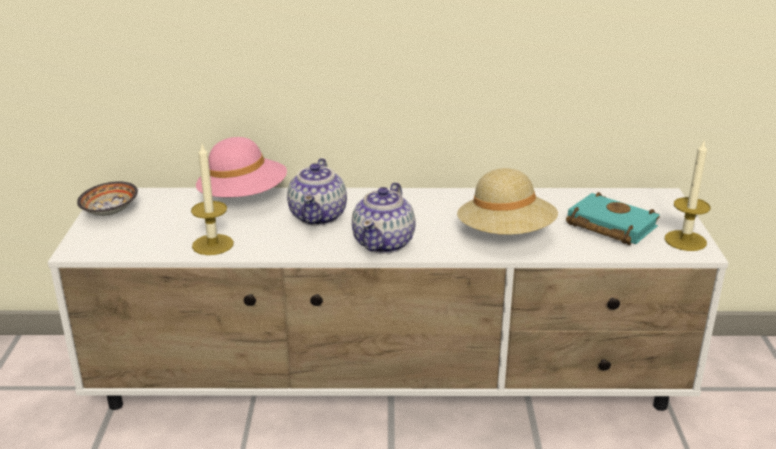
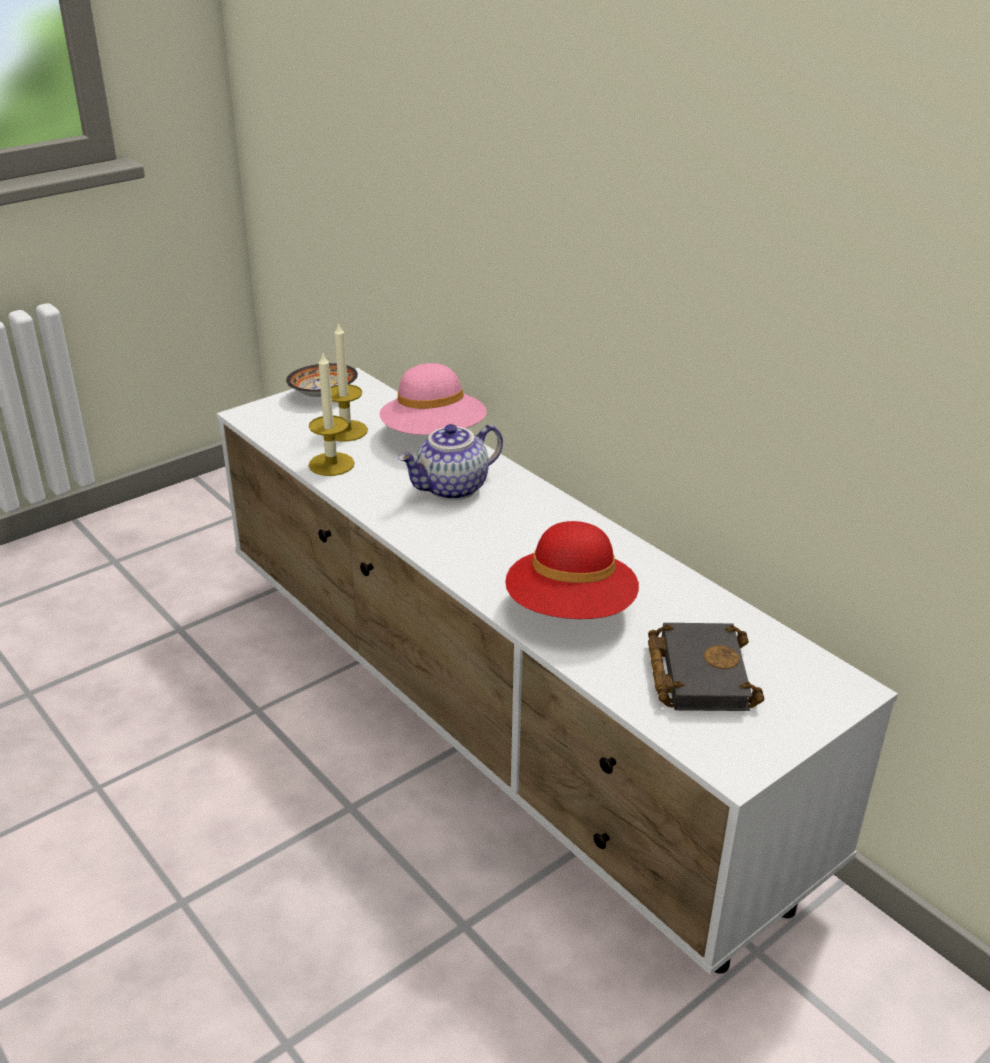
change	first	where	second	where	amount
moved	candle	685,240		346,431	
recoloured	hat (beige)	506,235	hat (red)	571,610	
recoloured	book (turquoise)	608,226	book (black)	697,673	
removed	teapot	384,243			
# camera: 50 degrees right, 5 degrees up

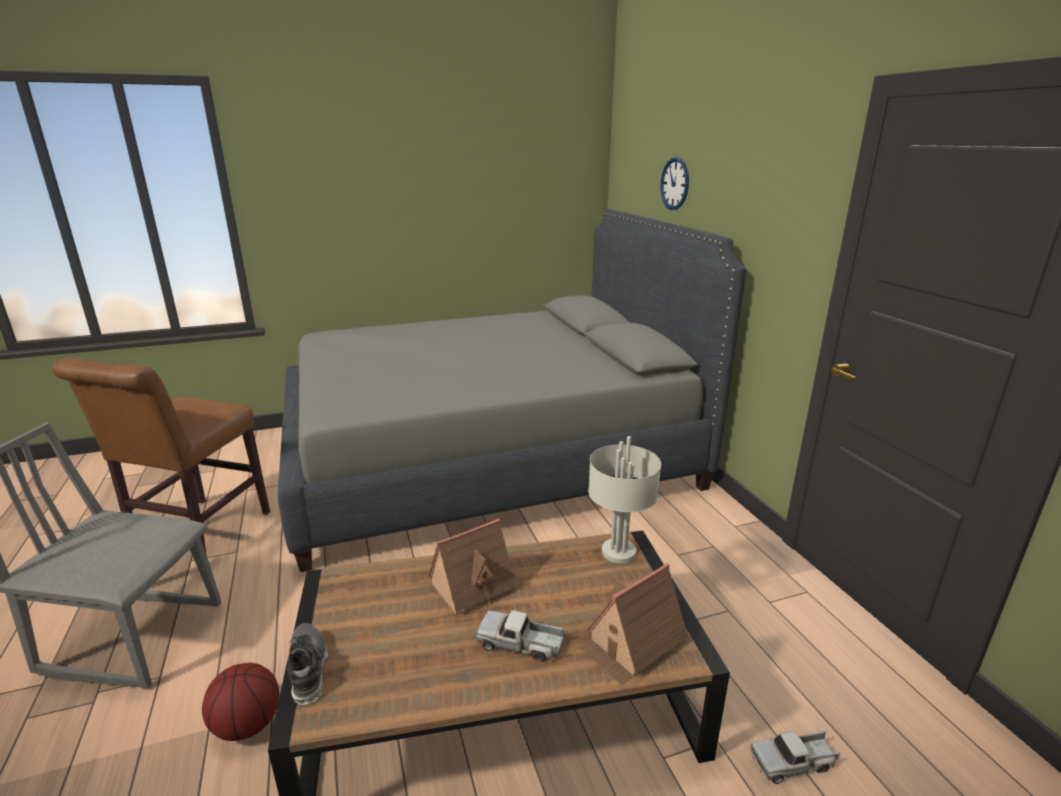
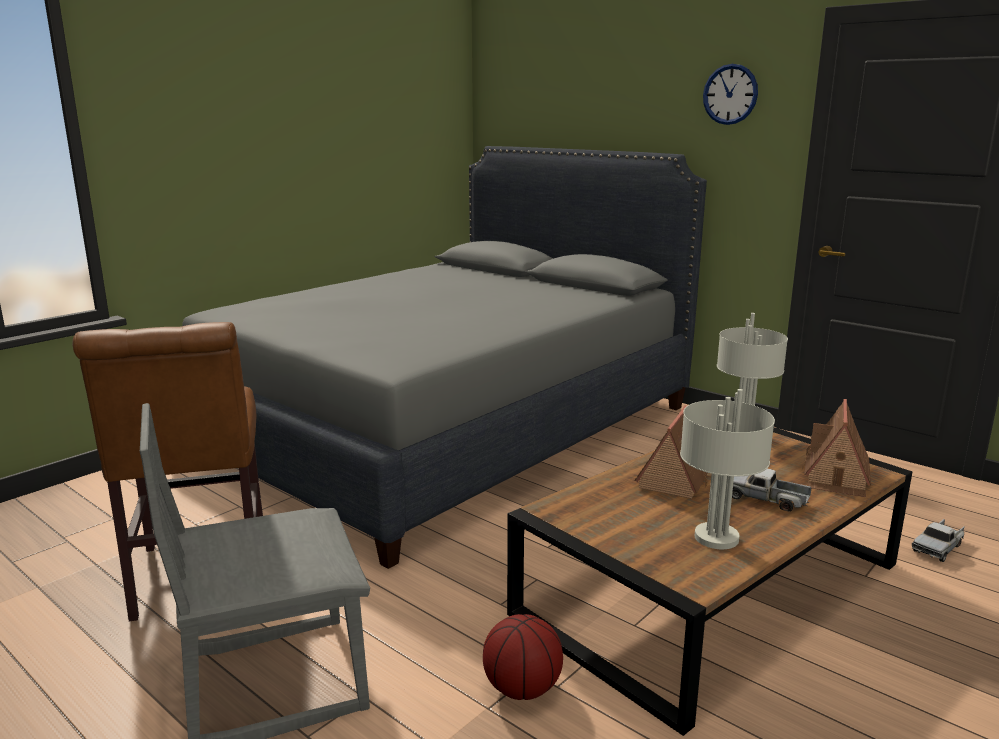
change	first	where	second	where	amount
added			table lamp (grey)	715,538	
moved	wall clock	675,184		730,94	
turned	toy truck	520,643		766,499	45 degrees clockwise
removed	shoe	307,668			
# camera: 30 degrees left, 5 degrees down

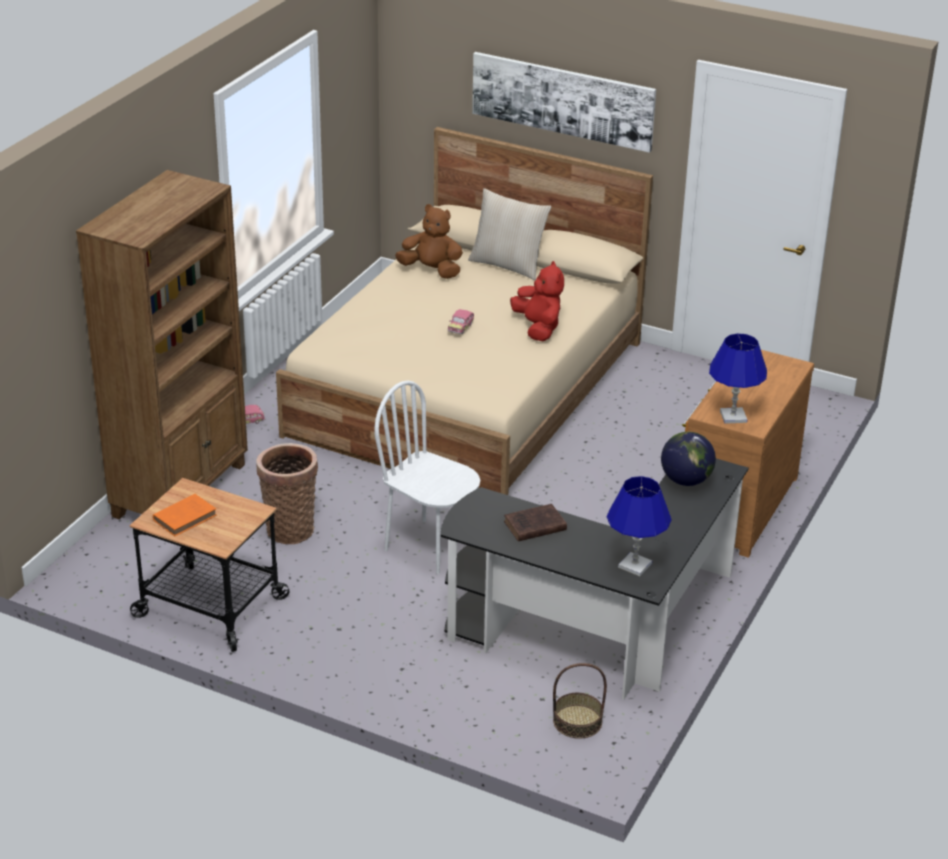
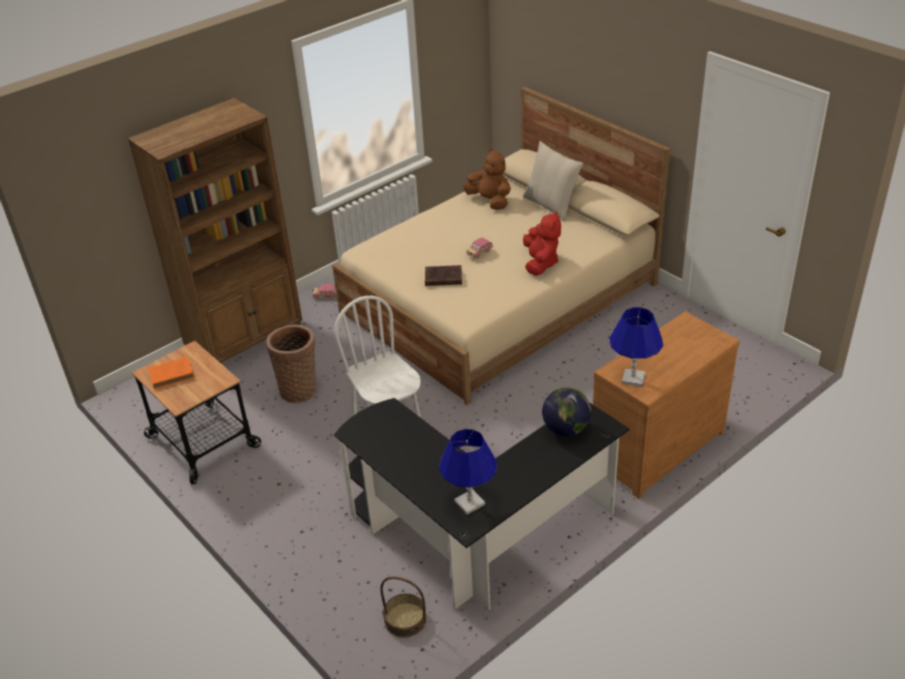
change	first	where	second	where	amount
moved	book (brown)	533,526		442,278	
removed	picture	562,100			
# camera: 25 degrees right, 5 degrees up

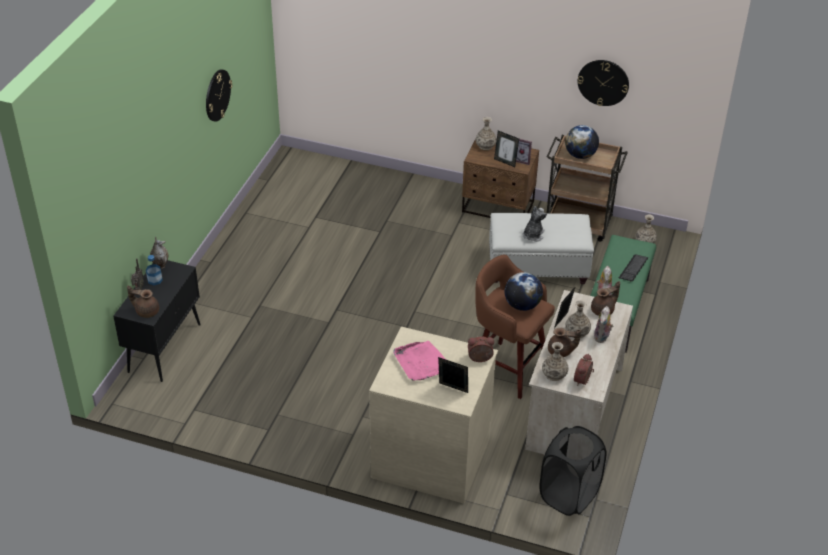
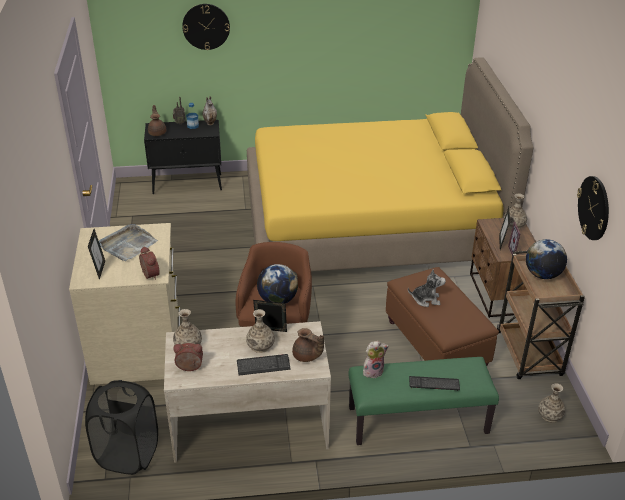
change	first	where	second	where	amount
recoloured	tray (pink)	422,363	tray (grey)	127,245	
moved	wall clock	217,95		206,26	
replaced	plush toy	602,337	keyboard	263,365	
added			bed (yellow)	371,225	
recoloured	ottoman (white)	537,267	ottoman (brown)	435,344	
removed	teapot (brown)	561,352			
# camera: 65 degrees right, 5 degrees down

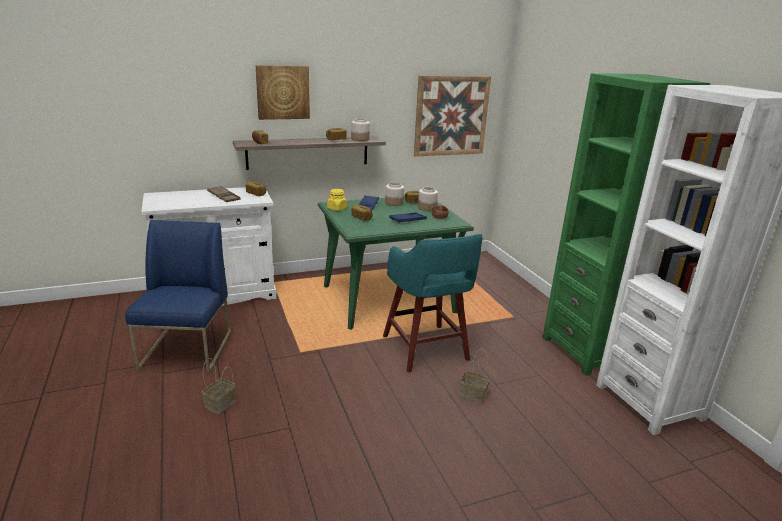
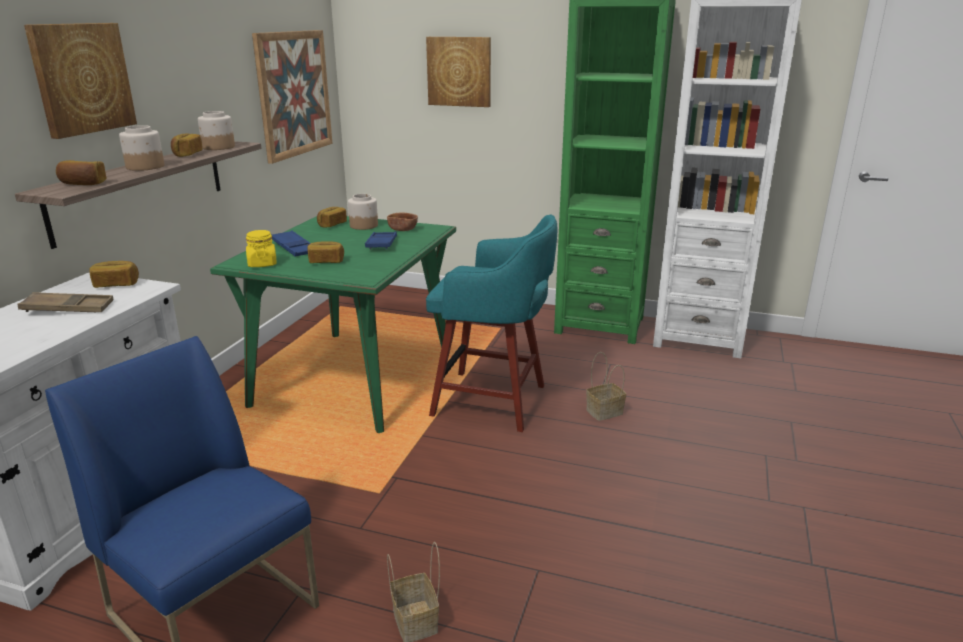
change	first	where	second	where	amount
moved	jar	393,203		144,167	
added			picture	459,71	
# camera: 50 degrees left, 0 degrees up

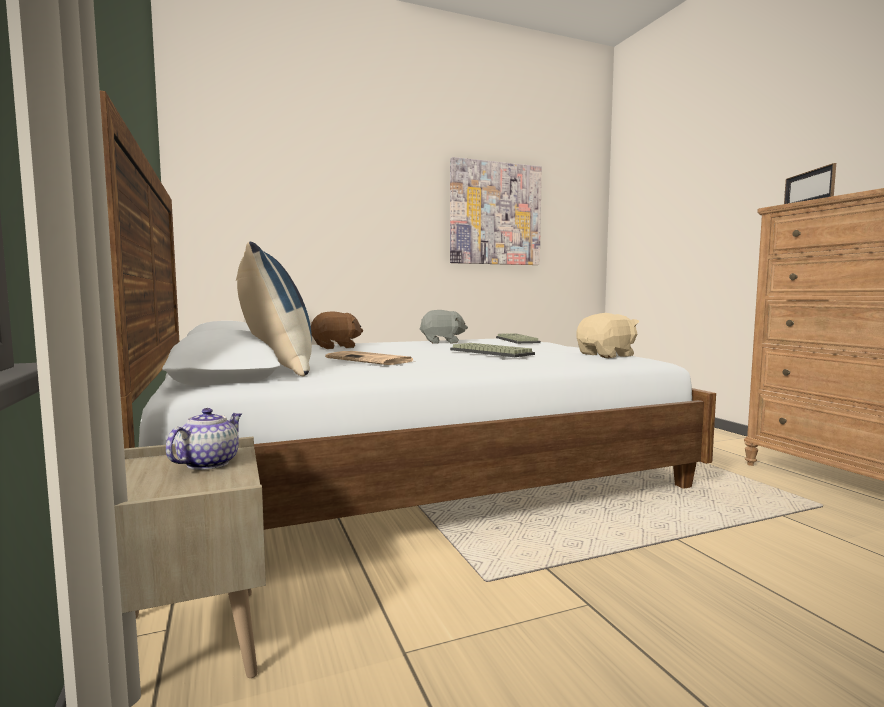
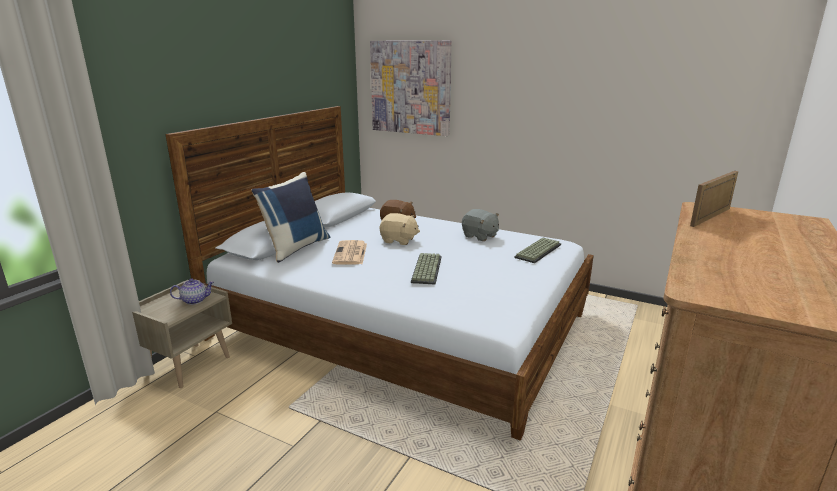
change	first	where	second	where	amount
moved	picture	495,214		410,87	
moved	plush toy (beige)	607,355		399,240	
# camera: 50 degrees right, 15 degrees up

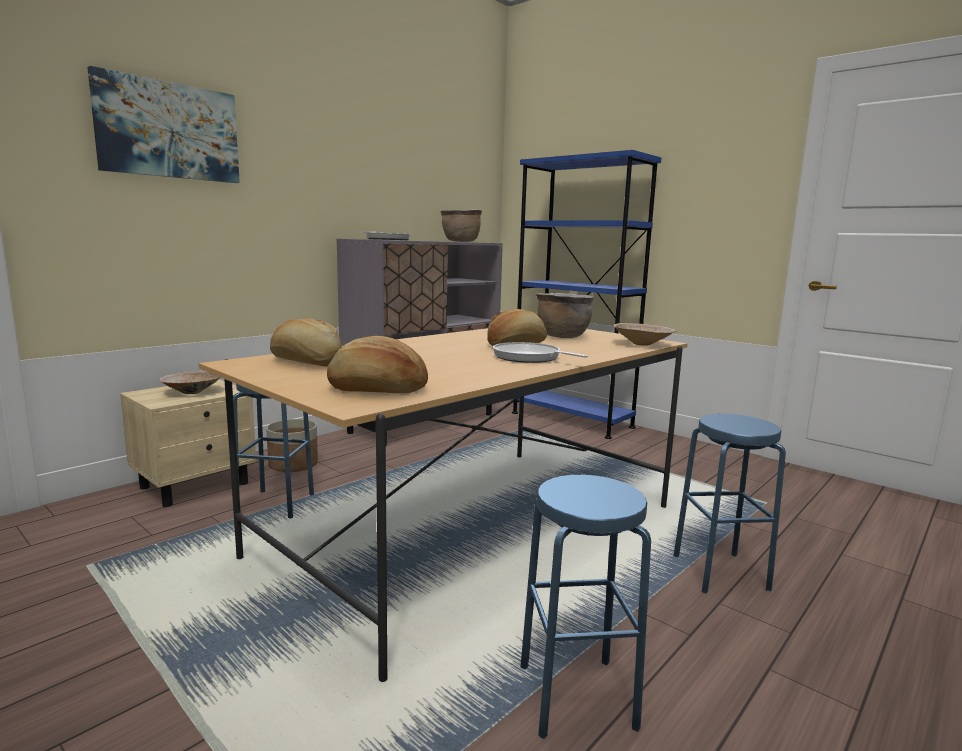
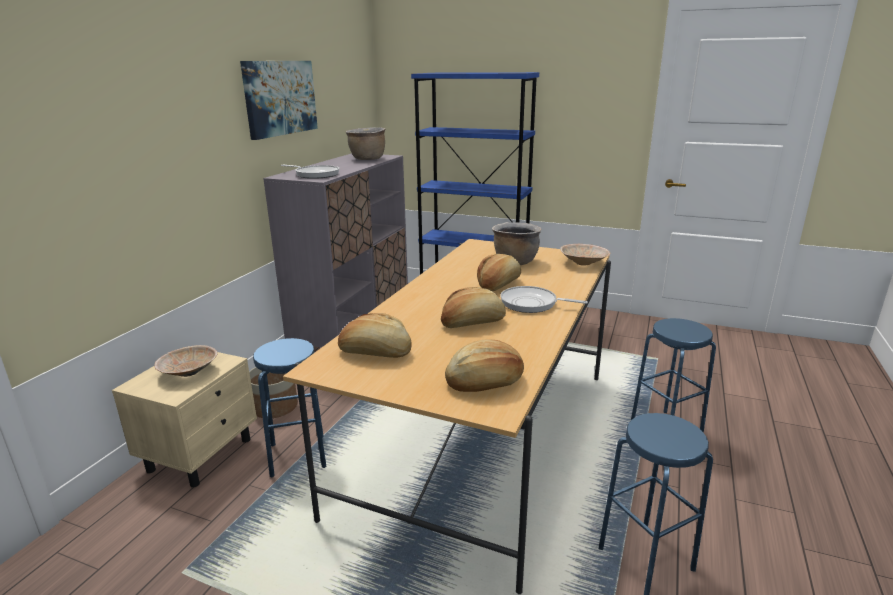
change	first	where	second	where	amount
moved	picture	169,130		280,98	
added			bread	472,323	
# camera: 20 degrees left, 10 degrees up

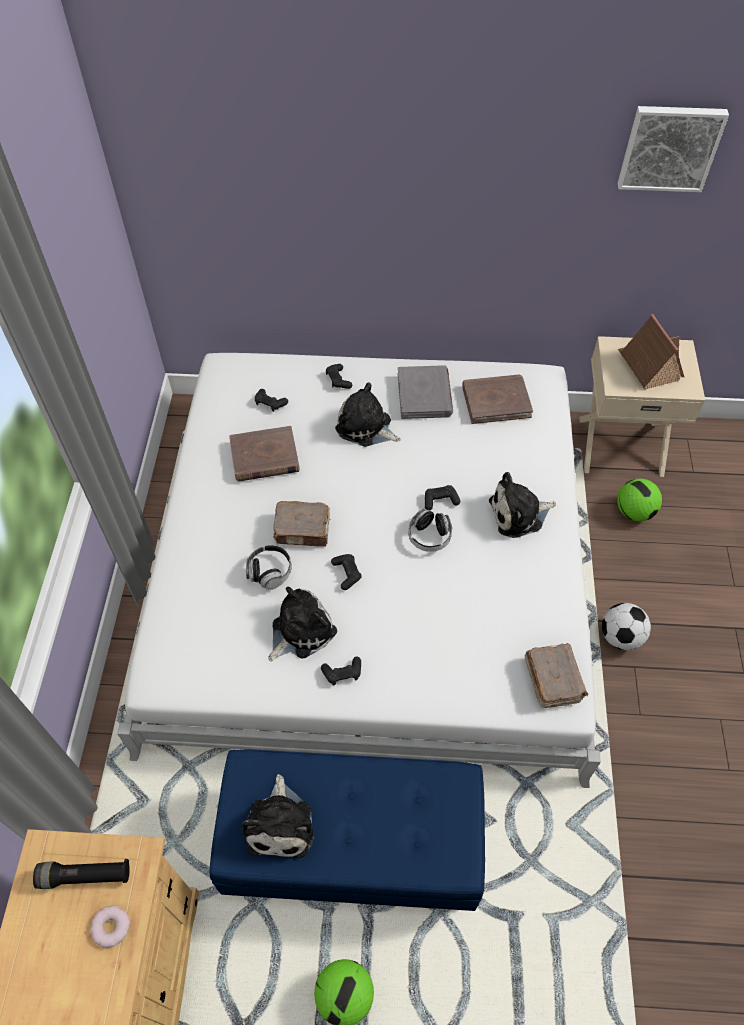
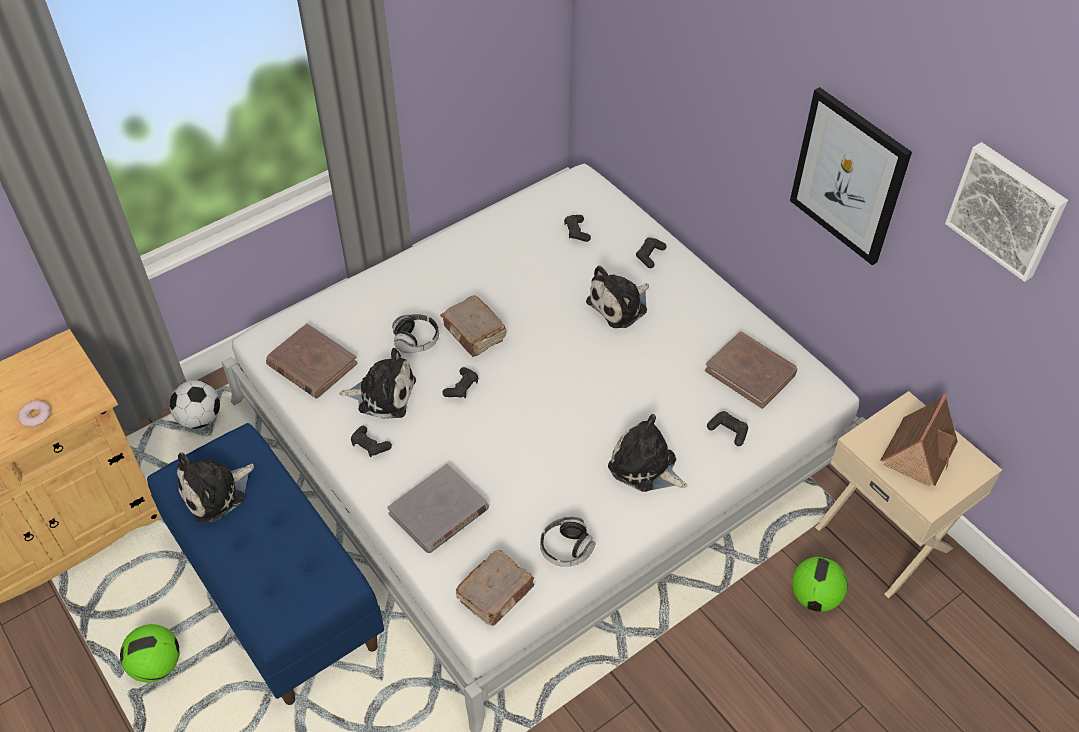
change	first	where	second	where	amount
moved	football	620,637		200,418	
moved	book (brown)	264,457		311,364	
moved	book (grey)	424,395		439,512	
moved	headphones	429,537		566,549	
turned	plush toy	366,427		620,305	120 degrees counterclockwise
moved	game controller (black)	440,500		728,431	
added			picture	849,176	
removed	flashlight (black)	85,876			
# camera: 50 degrees right, 5 degrees down

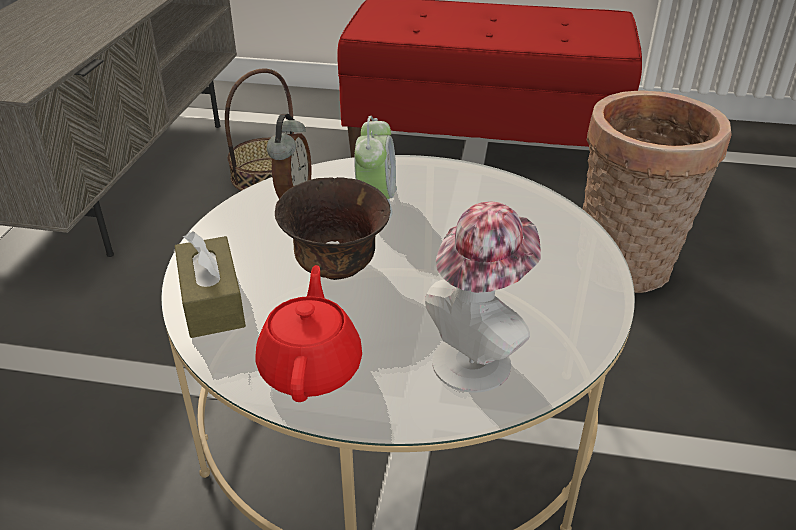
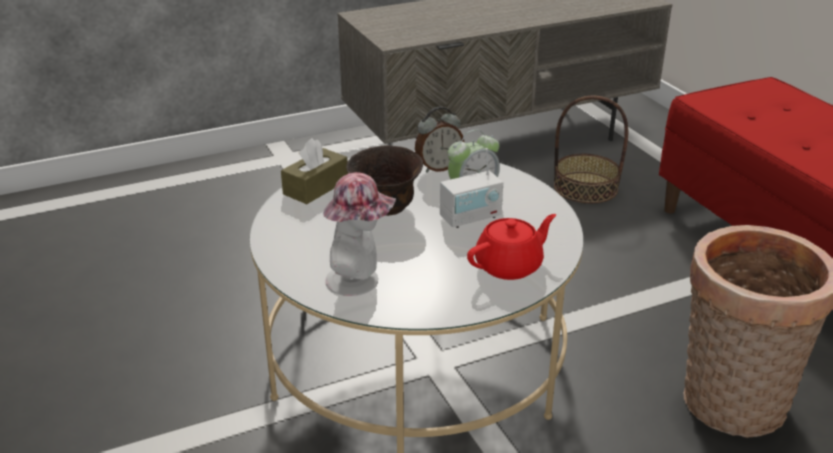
change	first	where	second	where	amount
added			radio	471,217	
moved	teapot (red)	311,368		510,266	
# camera: 55 degrees right, 5 degrees down

